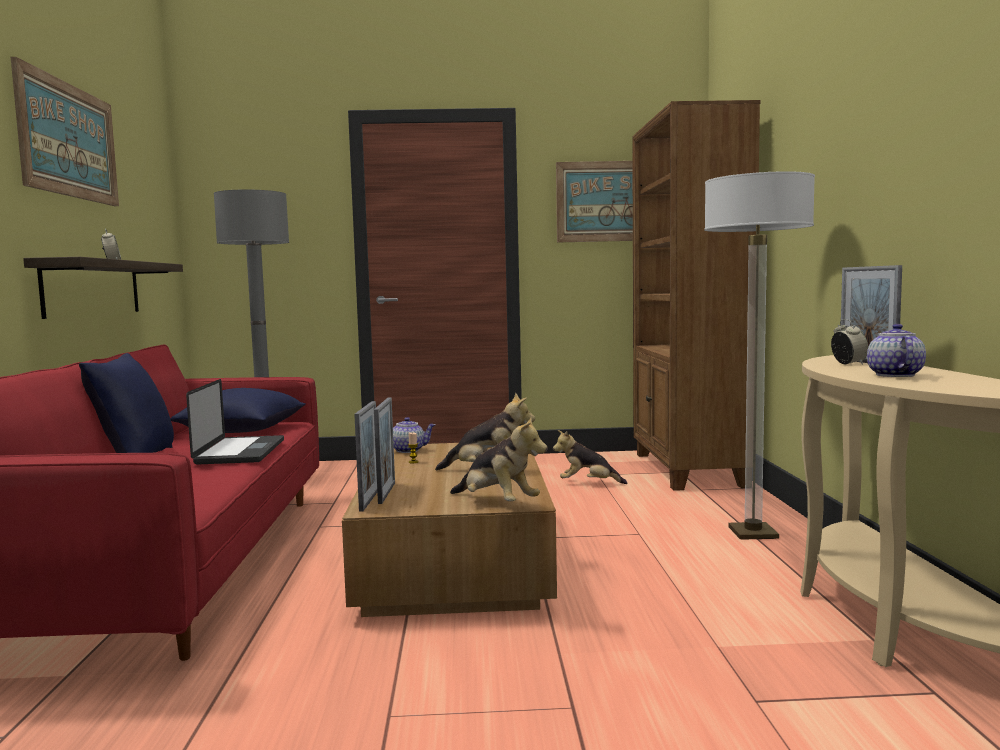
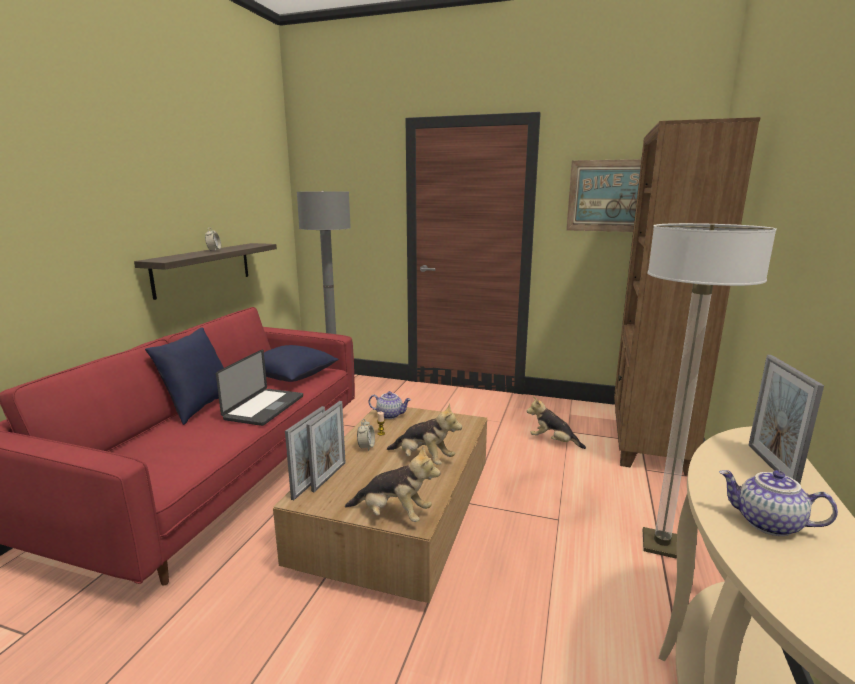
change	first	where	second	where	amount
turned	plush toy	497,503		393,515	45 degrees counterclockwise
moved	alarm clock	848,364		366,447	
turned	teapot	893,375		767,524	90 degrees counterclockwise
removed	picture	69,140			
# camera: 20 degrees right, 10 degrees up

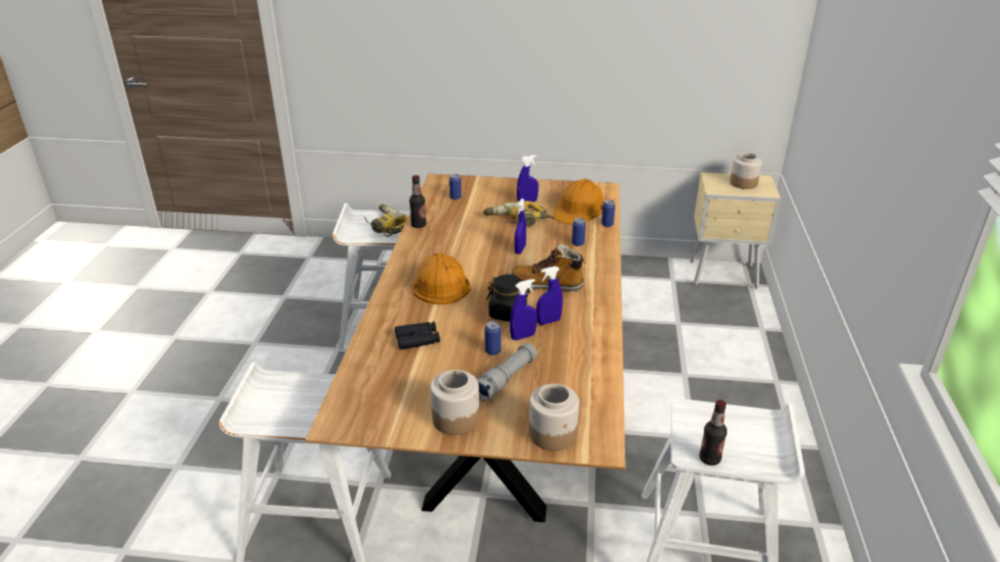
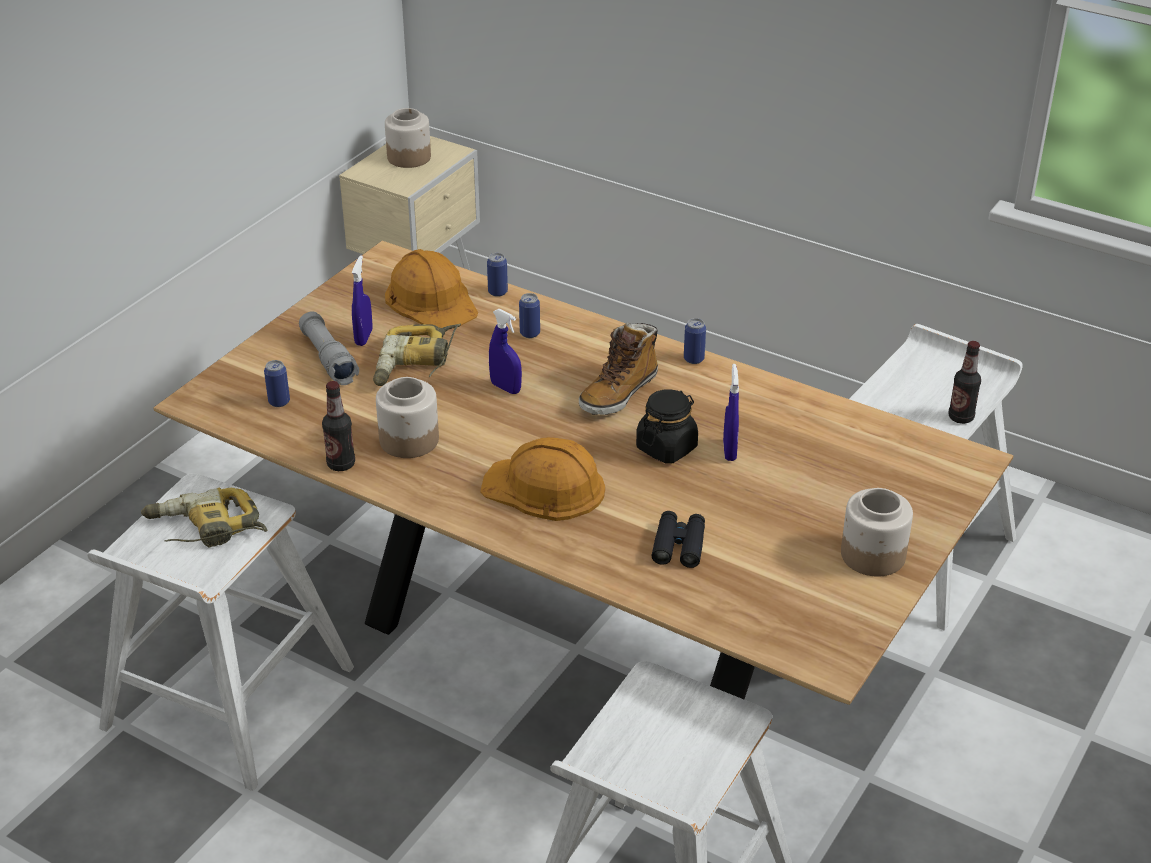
change	first	where	second	where	amount
moved	flashlight (grey)	506,379		328,358	
moved	jar	553,434		410,440	
moved	can	492,351		693,359	
removed	spray bottle (blue)	548,321			
# camera: 65 degrees left, 5 degrees up

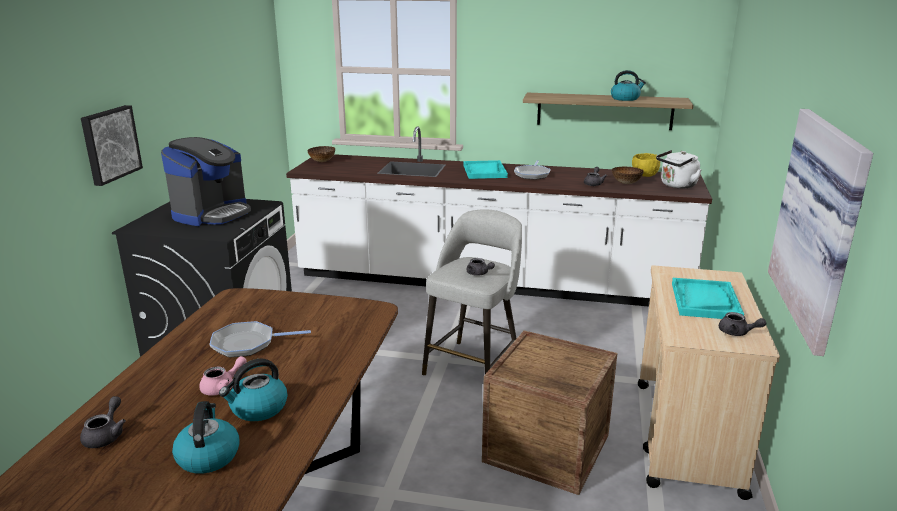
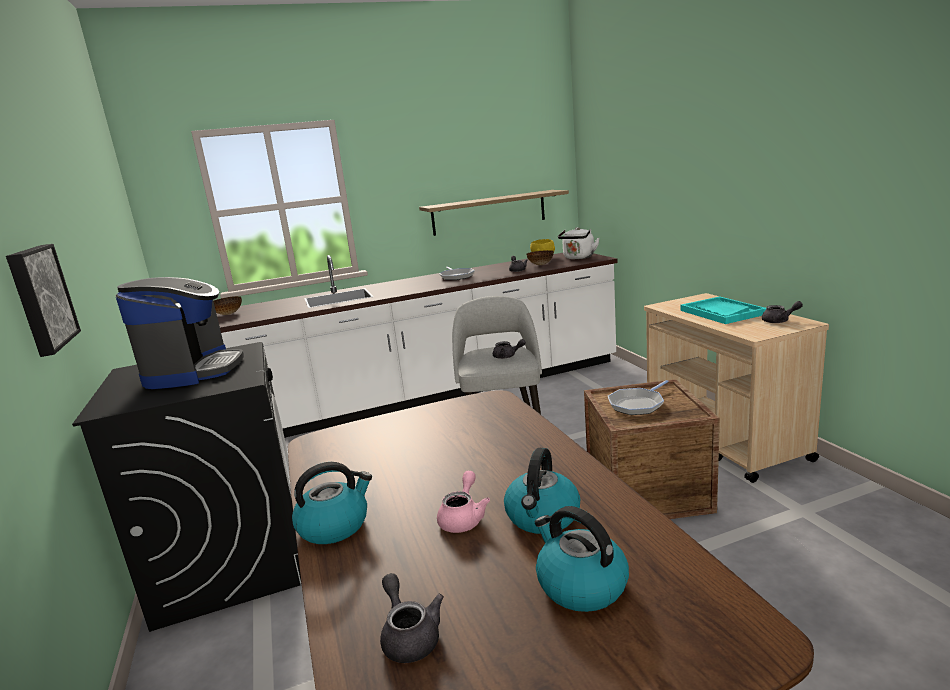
change	first	where	second	where	amount
moved	kettle	625,98		334,525	
moved	frying pan	247,344		637,404	
removed	tray (turquoise)	485,171			
removed	picture	823,224			
# camera: 30 degrees left, 5 degrees down

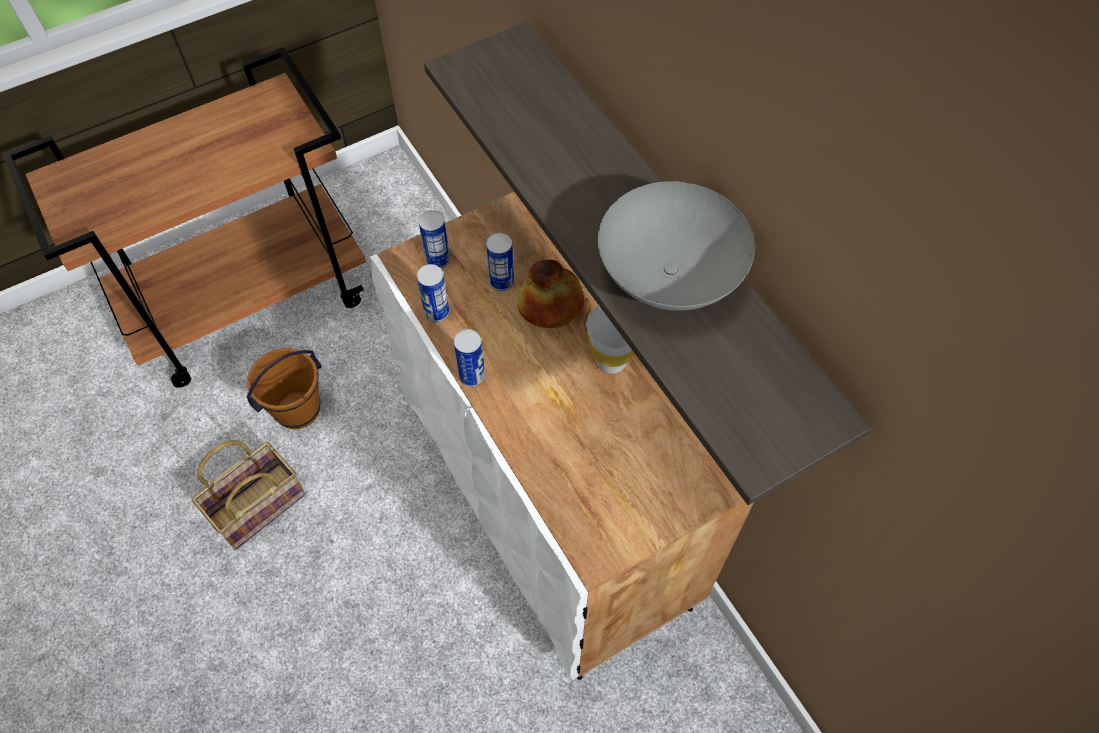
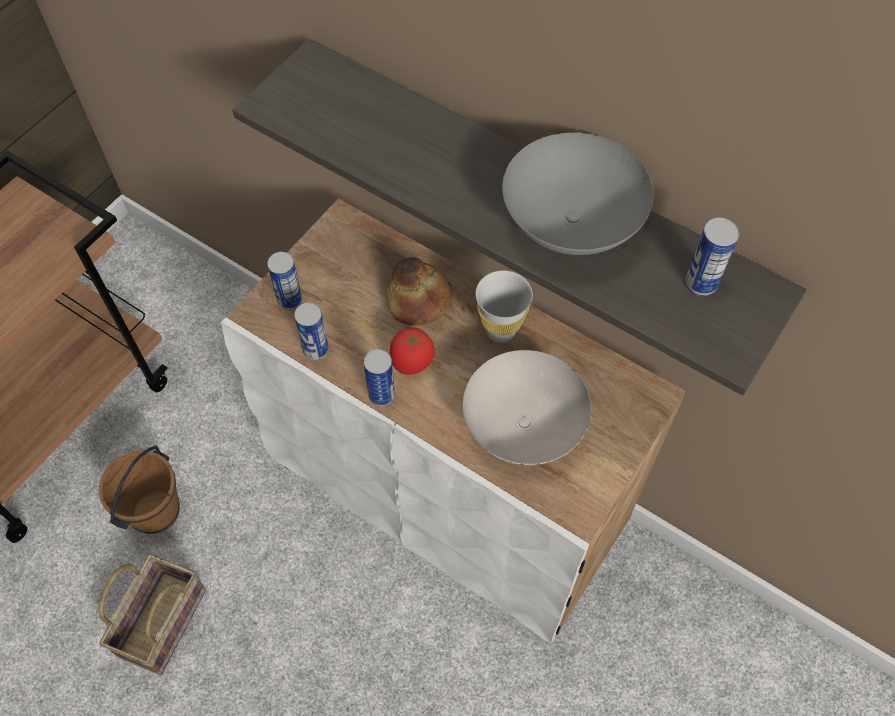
change	first	where	second	where	amount
added			tomato	411,362	
added			bowl (white)	521,427	
moved	can	502,282		701,283	
# camera: 25 degrees left, 0 degrees up

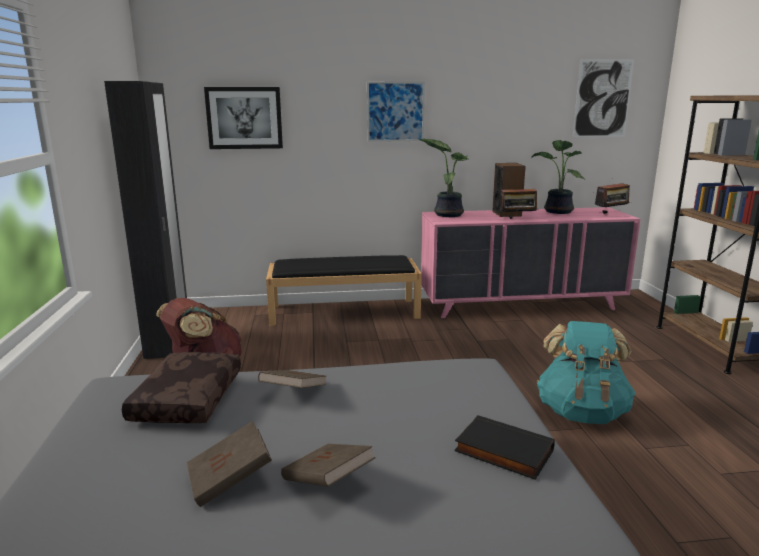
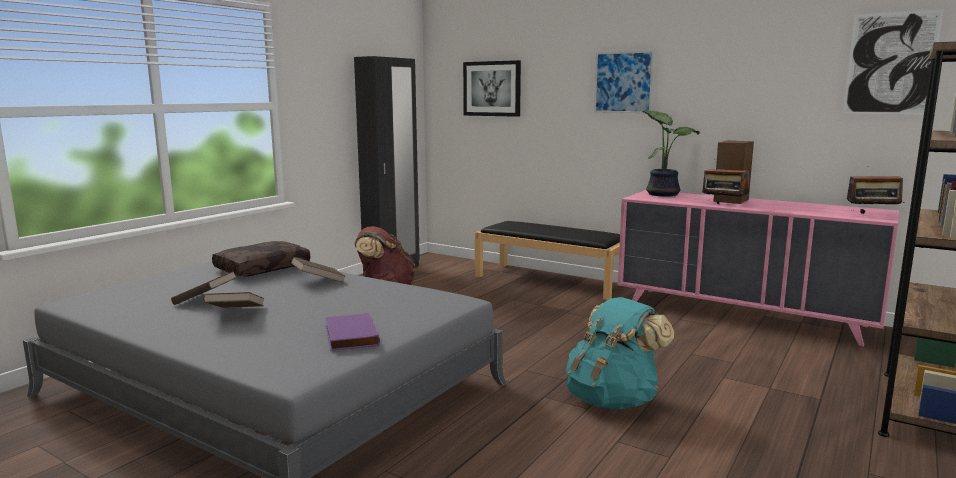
change	first	where	second	where	amount
recoloured	book (black)	502,452	book (purple)	349,336	
removed	potted plant	556,211			
# camera: 40 degrees right, 5 degrees down

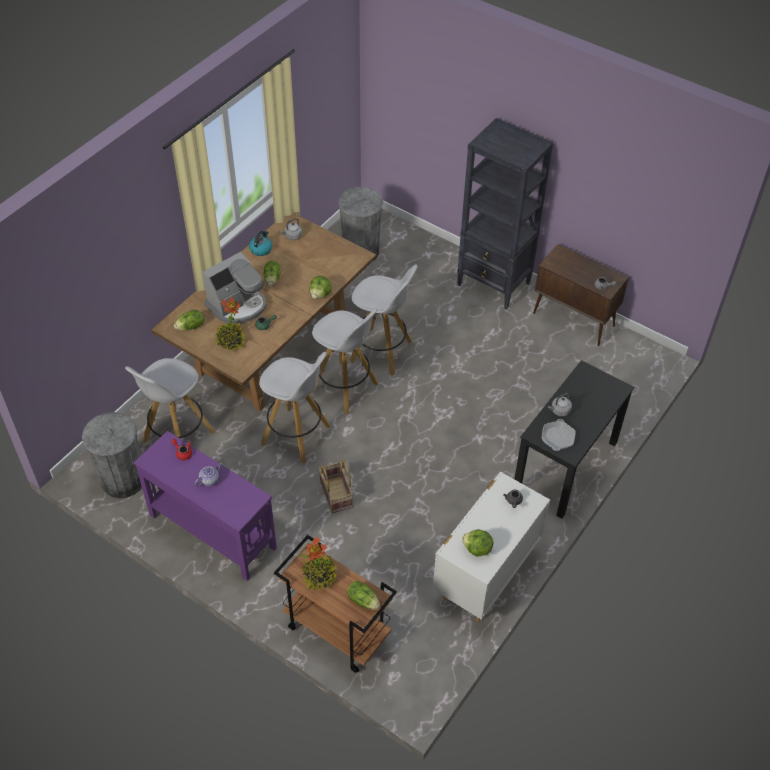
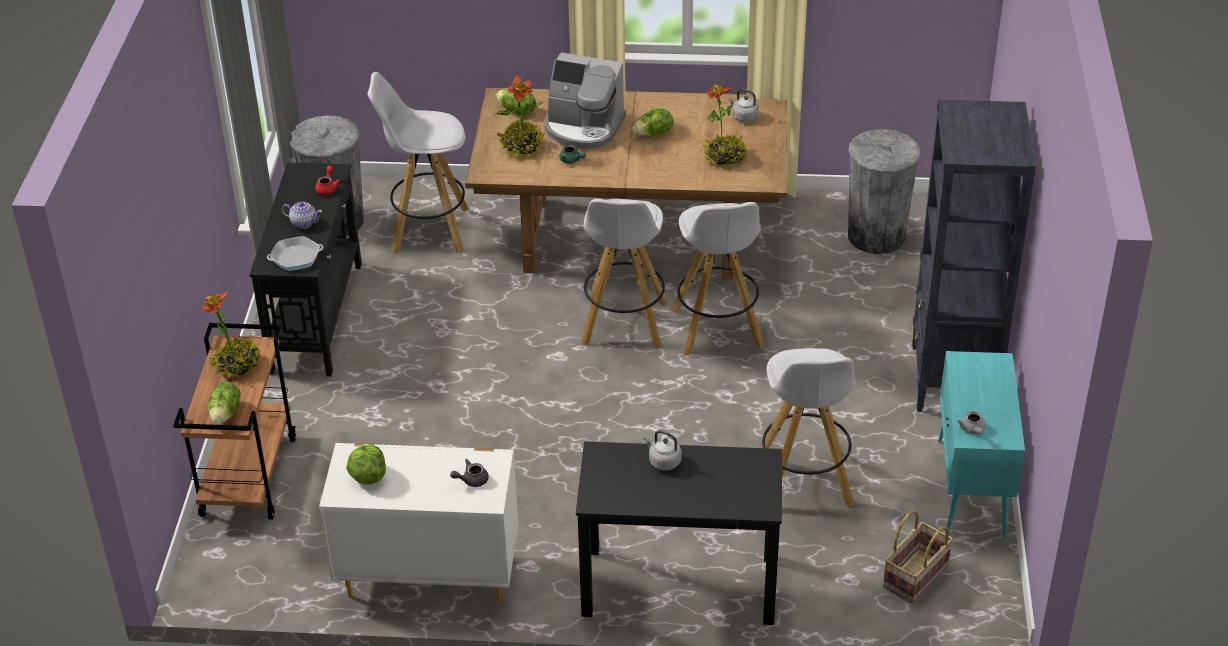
change	first	where	second	where	amount
recoloured	console table (purple)	212,531	console table (black)	317,316	
moved	frying pan	557,437		296,257	
added			potted plant	724,157	
moved	stool (white)	297,435		804,482	
moved	basket	337,494		916,577	
recoloured	cabinet (brown)	574,320	cabinet (turquoise)	971,489	
removed	kettle	261,249			
removed	lettuce	320,294			
# camera: 60 degrees right, 10 degrees down

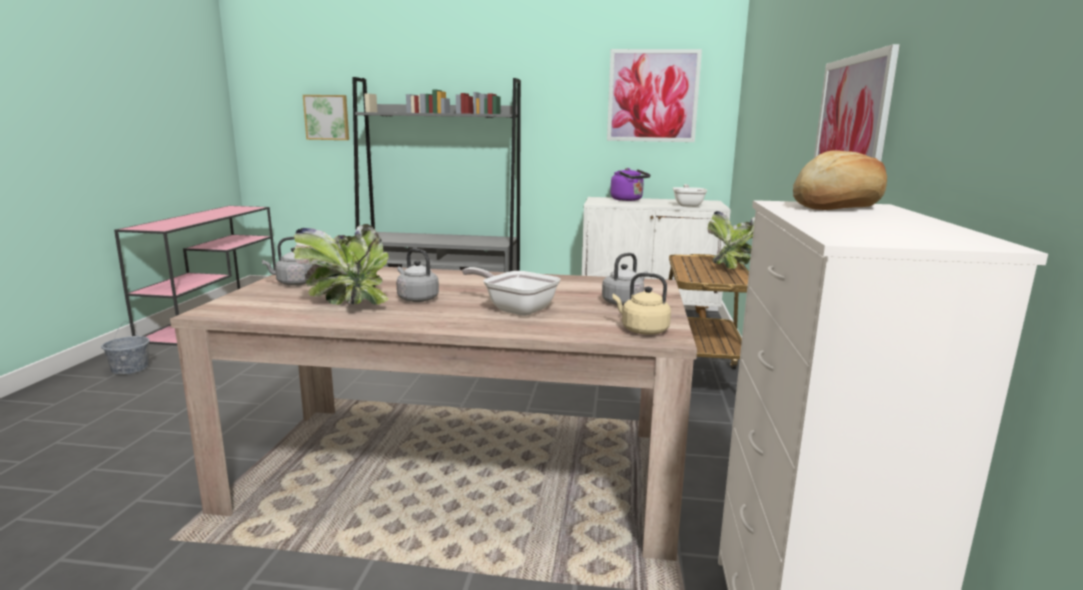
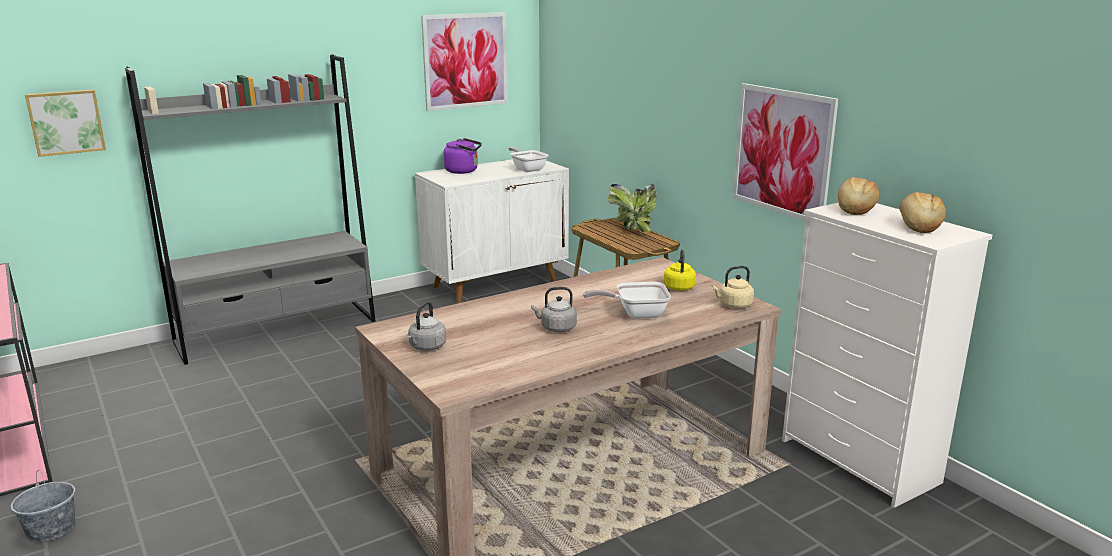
change	first	where	second	where	amount
recoloured	kettle (grey)	624,302	kettle (yellow)	679,287	
added			bread	918,226	
removed	potted plant	348,303			
# camera: 40 degrees left, 5 degrees up

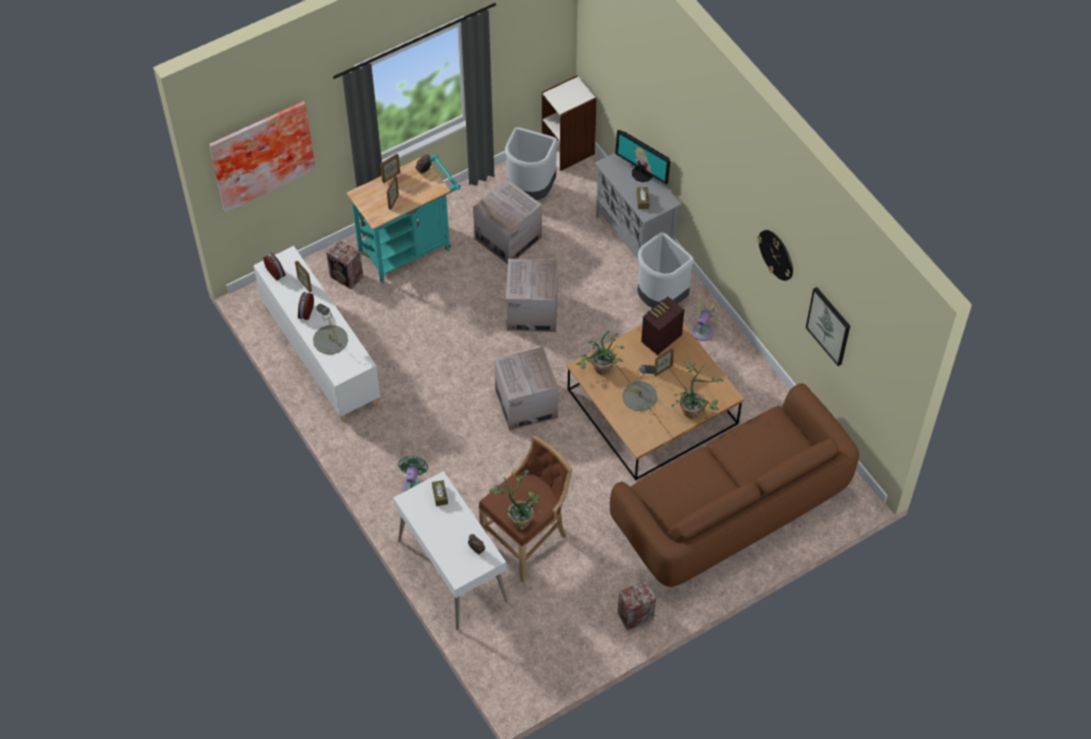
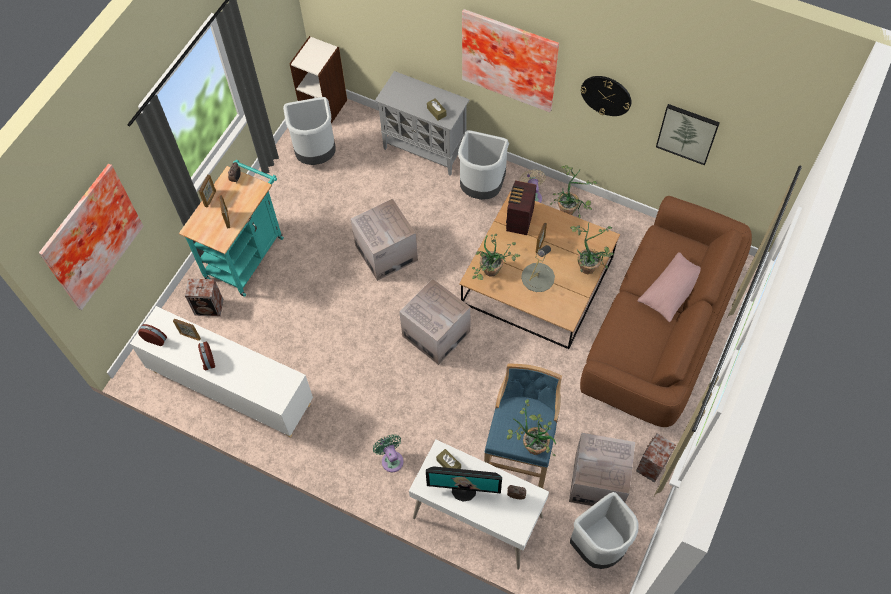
change	first	where	second	where	amount
moved	monitor	642,173		464,489	
added			picture	510,58	
recoloured	stool (brown)	528,540	stool (blue)	520,451	
added			potted plant	570,208	
moved	cardboard box	508,238		598,481	
added			trash can (grey)	598,546	
added			pillow (pink)	672,291	
removed	table lamp (grey)	330,339			
# camera: 30 degrees left, 5 degrees up

